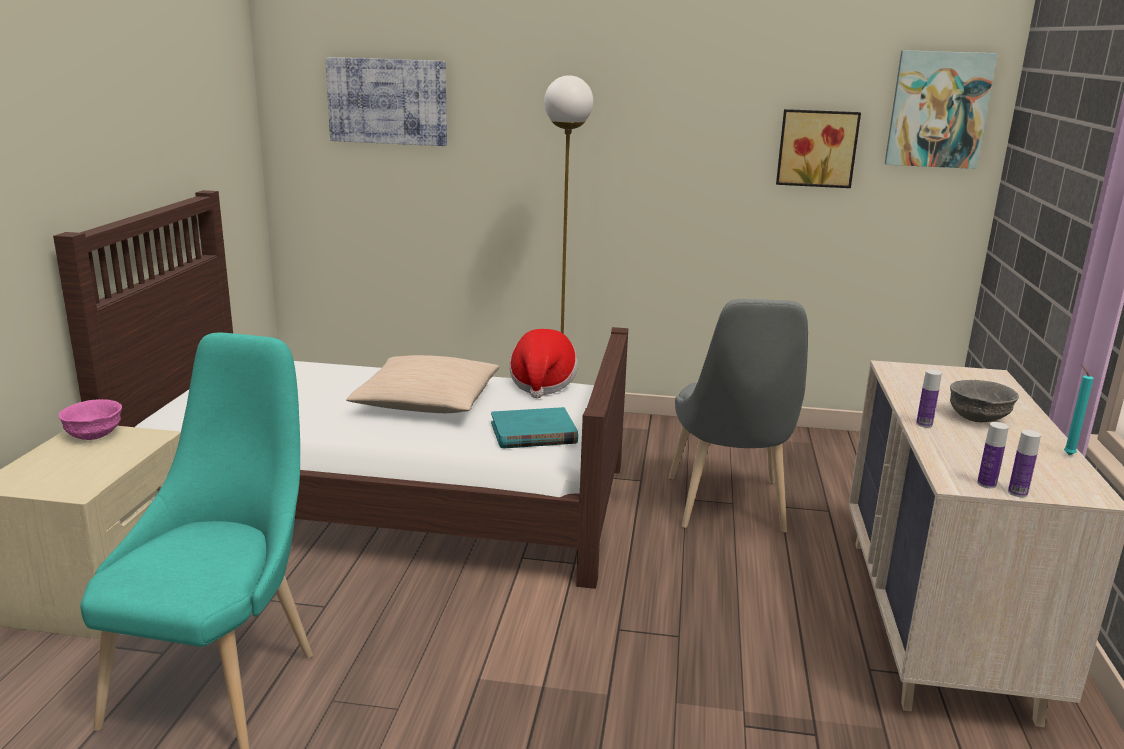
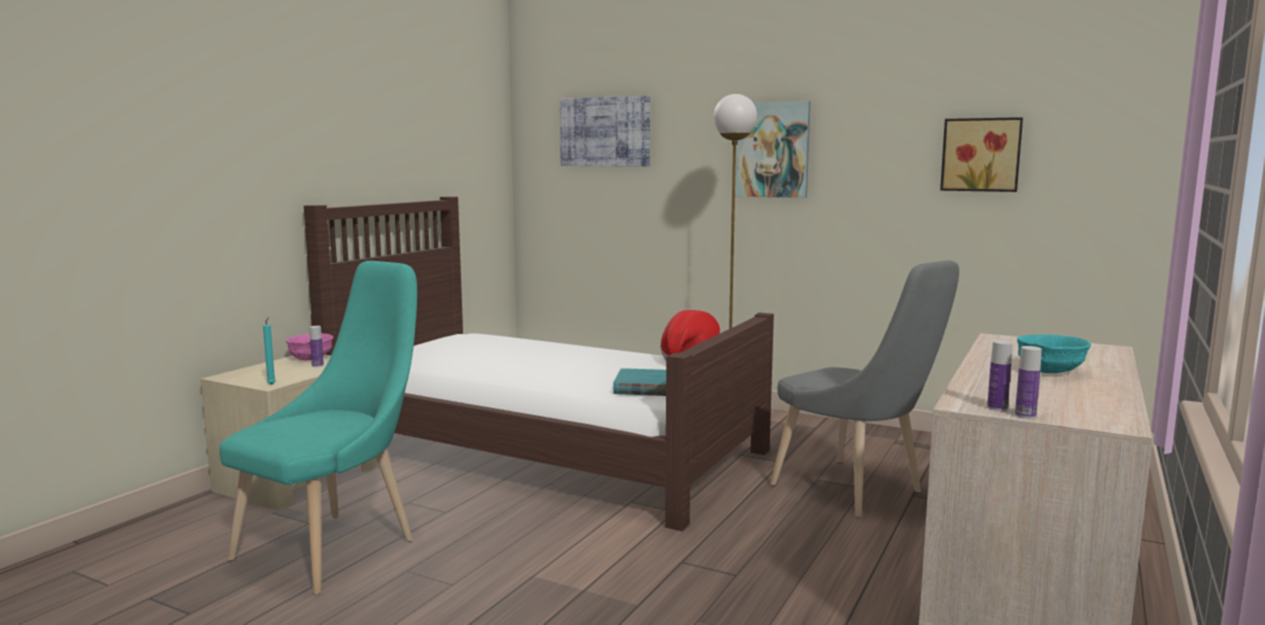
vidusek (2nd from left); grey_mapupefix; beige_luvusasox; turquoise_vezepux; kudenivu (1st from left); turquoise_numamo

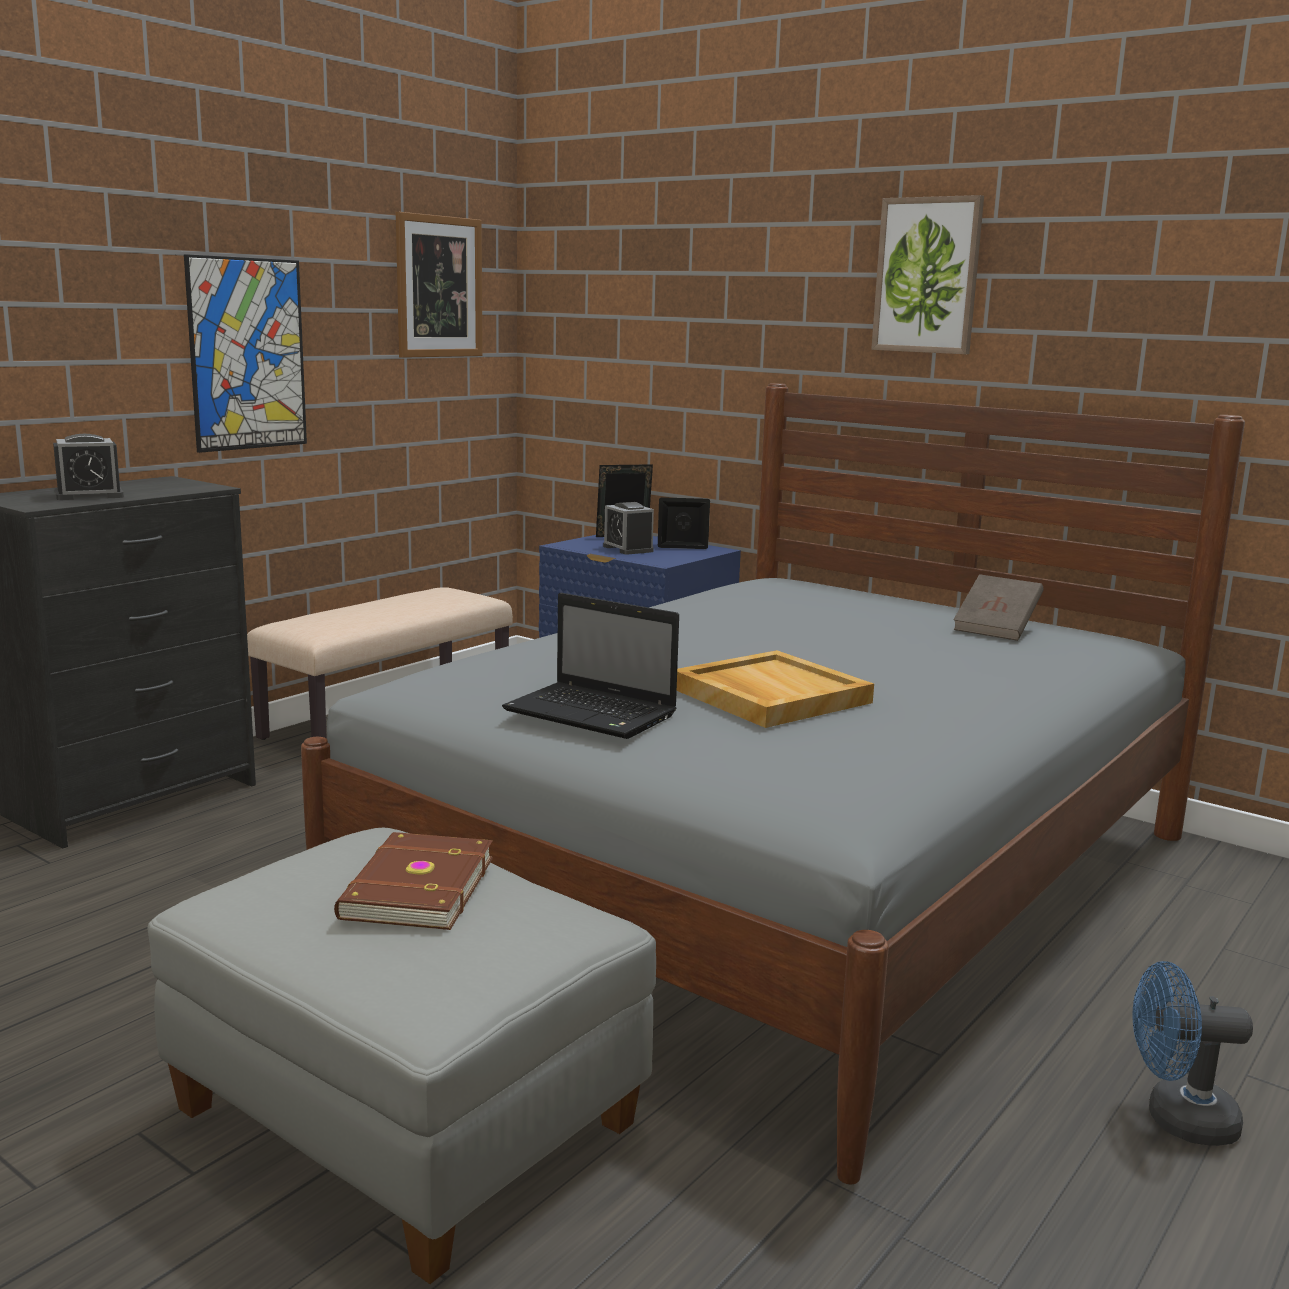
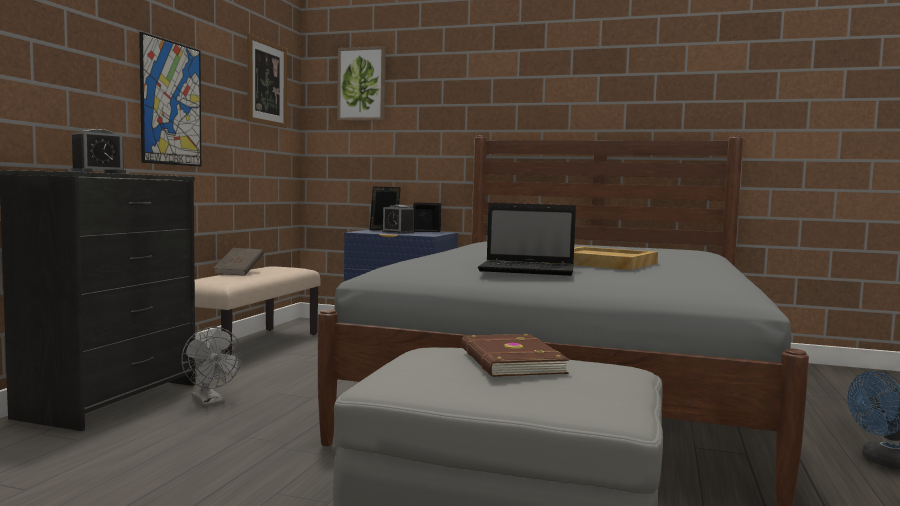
vidusek (3rd from left); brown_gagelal (1st from left); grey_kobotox

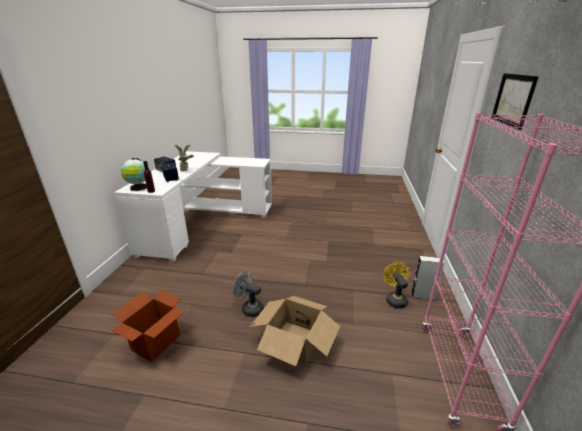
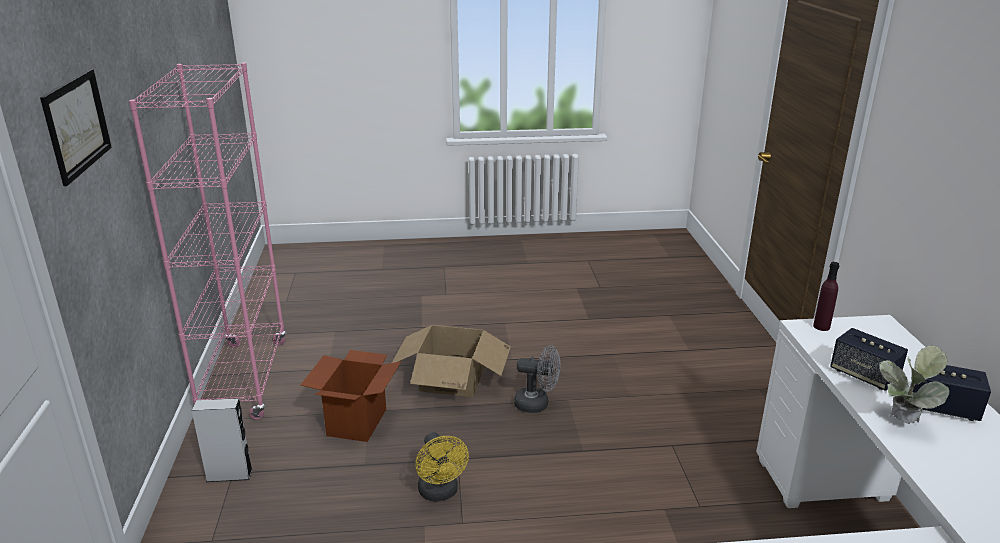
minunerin; yellow_kobotox; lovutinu (1st from left)

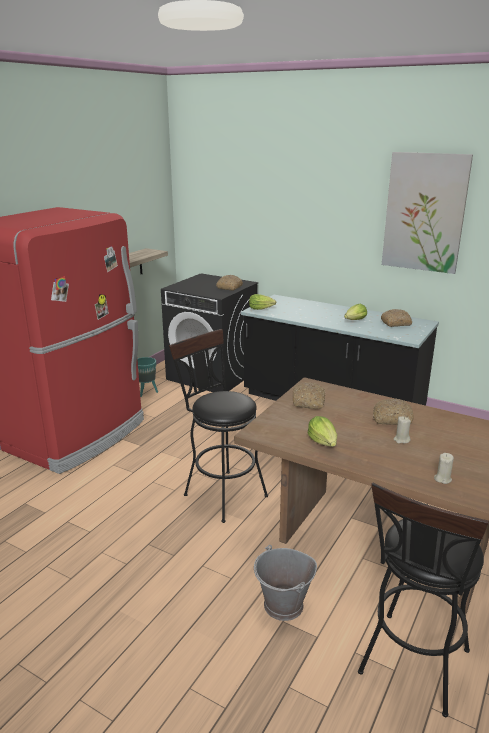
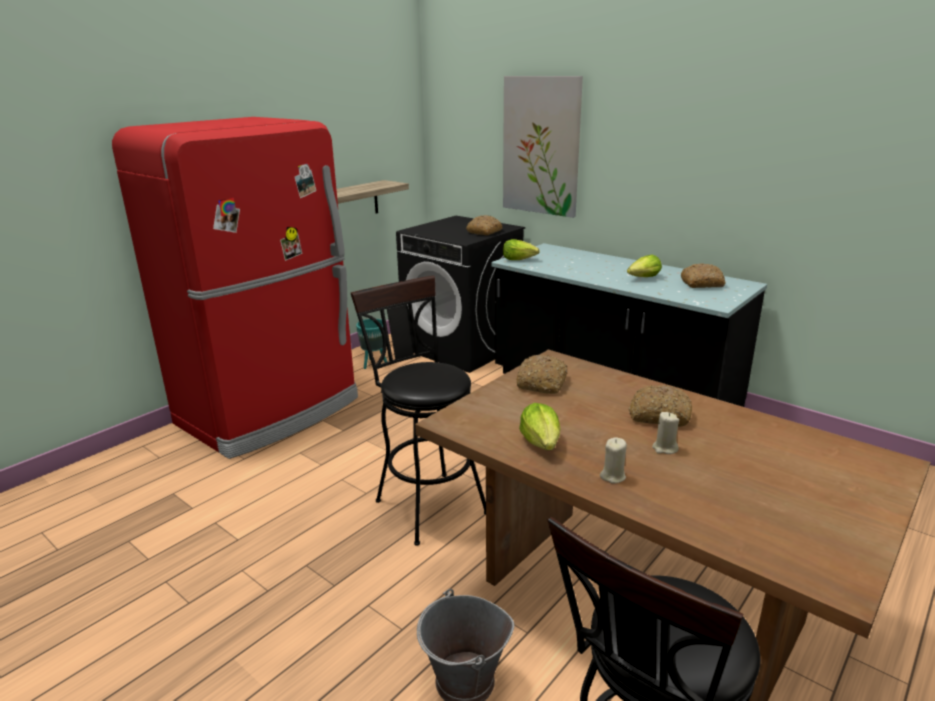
vidusek; beige_vezepux (1st from left)

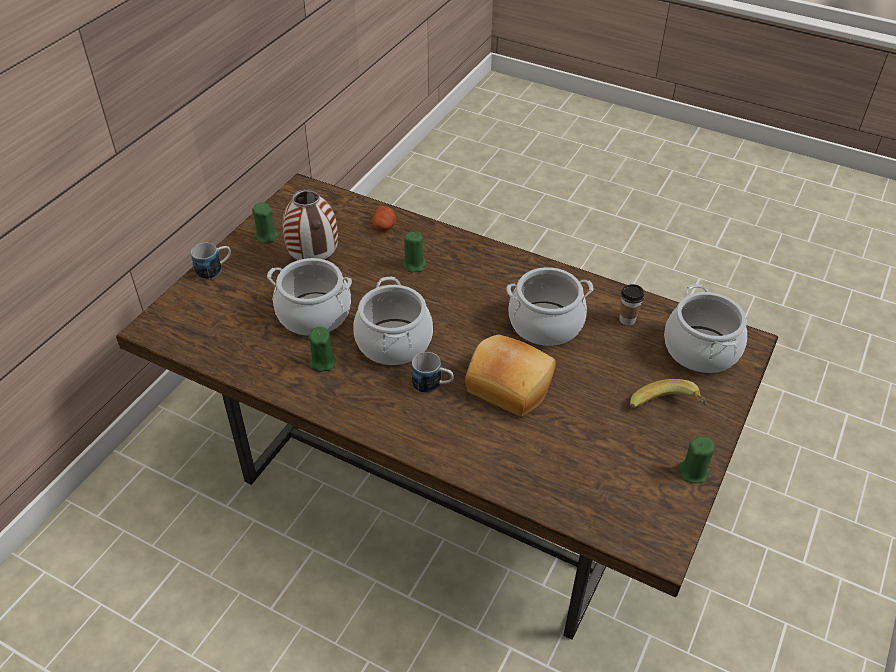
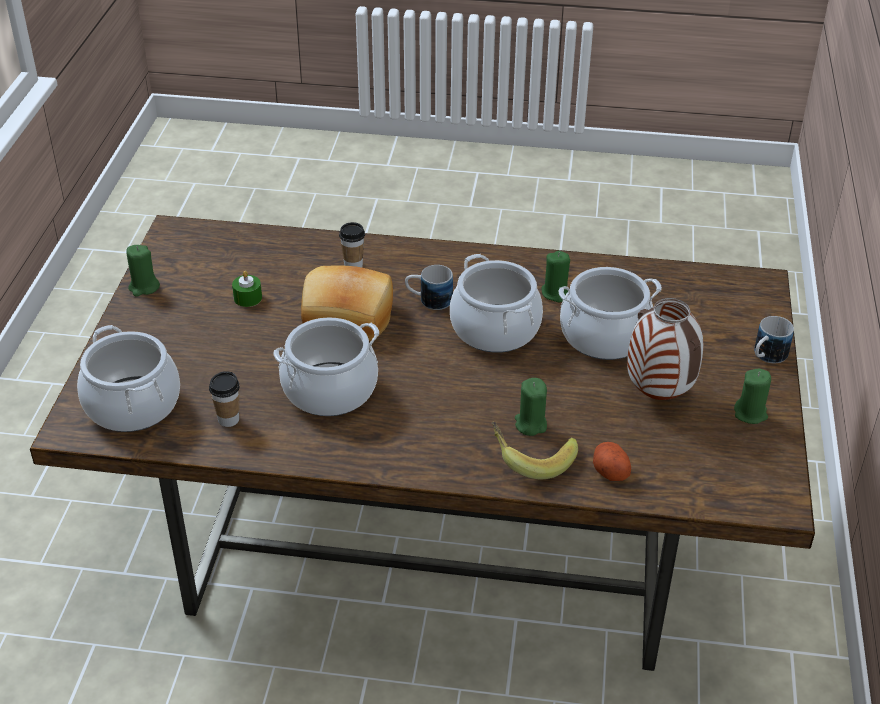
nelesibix; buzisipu (2nd from left); green_vezepux (2nd from left)

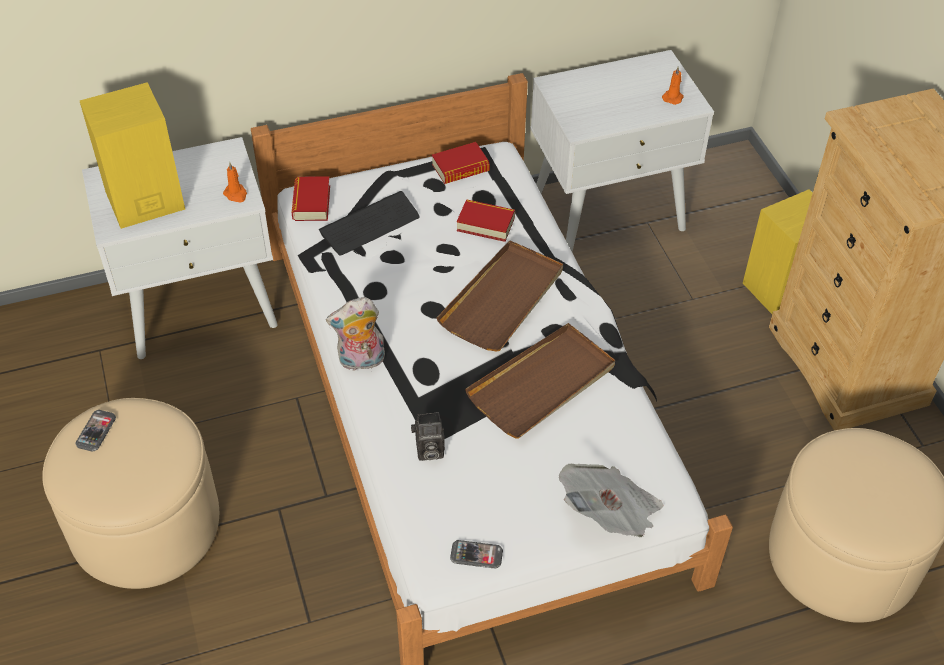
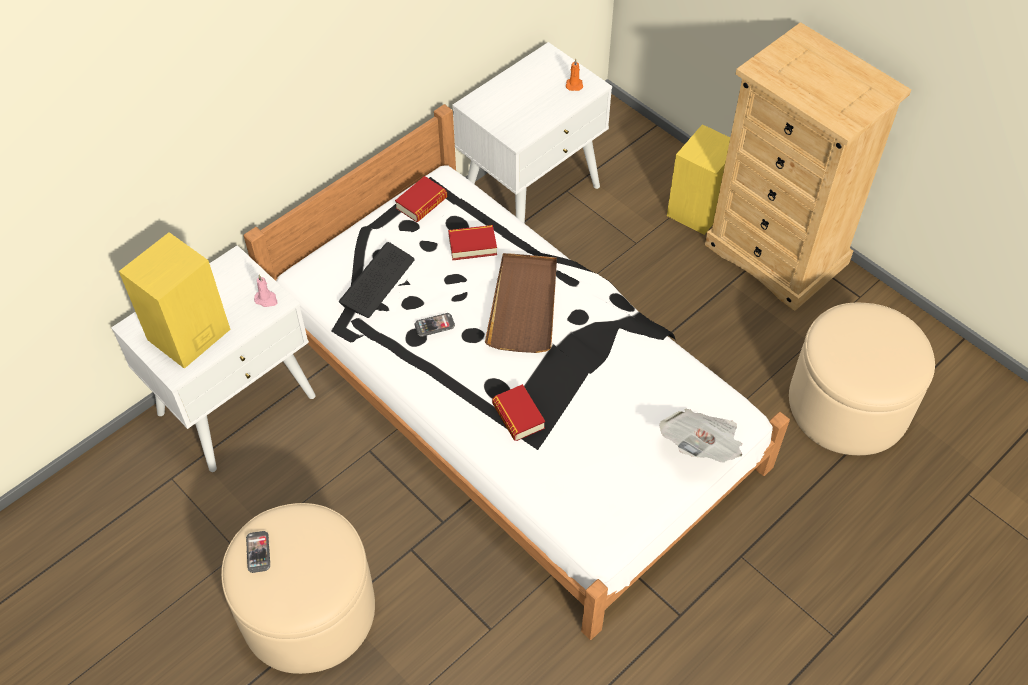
pink_vezepux; gagelal (3rd from left); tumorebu; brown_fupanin (2nd from left in the first image); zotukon; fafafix (2nd from left)

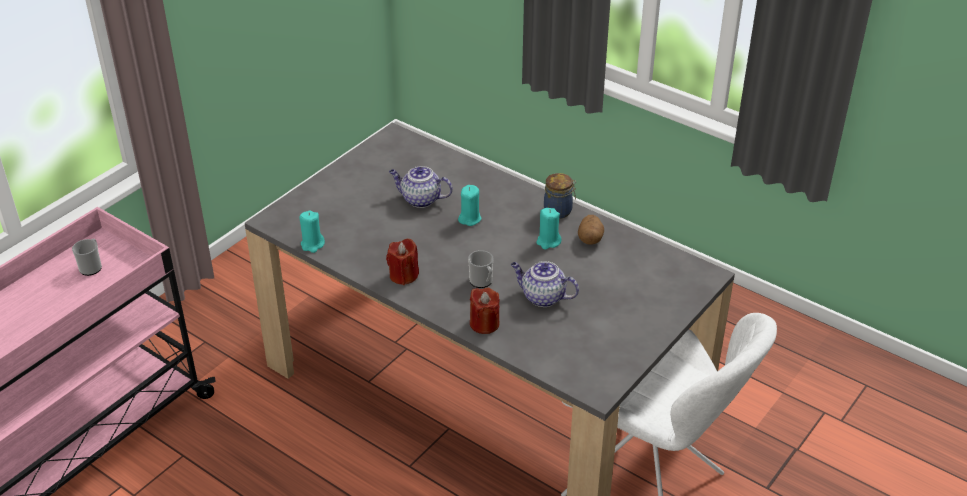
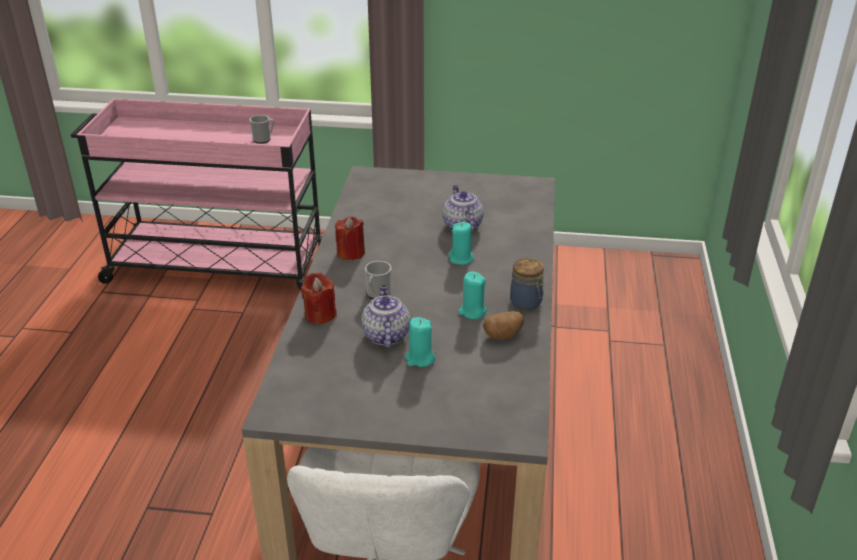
turquoise_vezepux (1st from left)

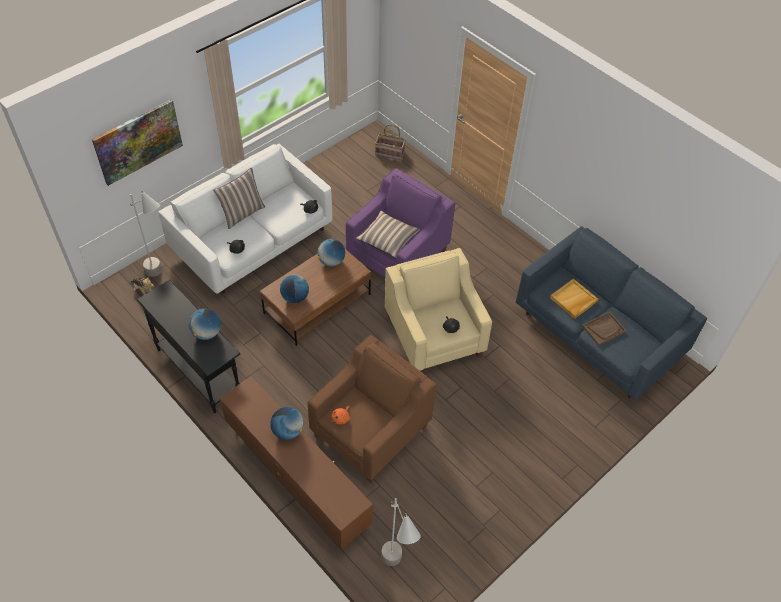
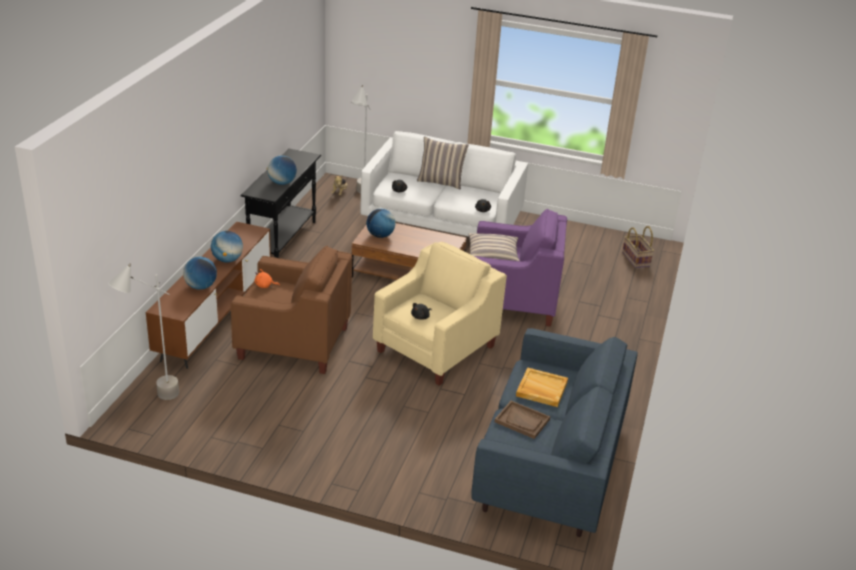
vidusek; minunerin (1st from left)

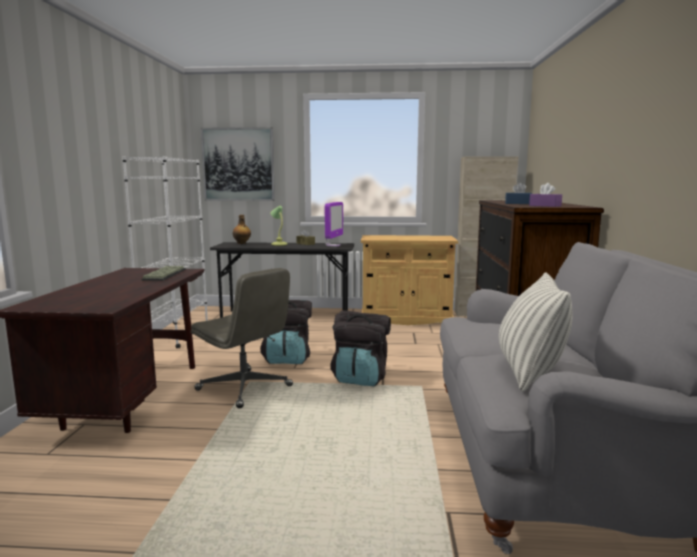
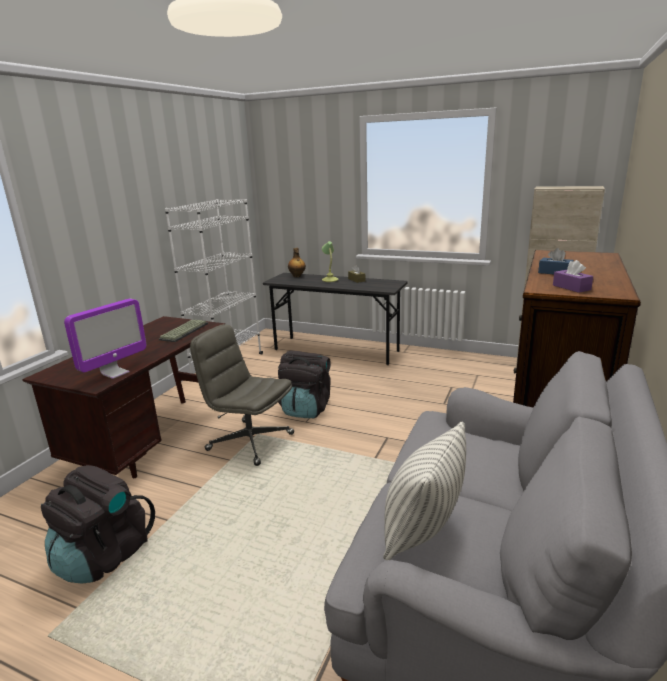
vidusek; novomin; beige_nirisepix (1st from left in the first image); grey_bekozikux; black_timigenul (1st from left)

